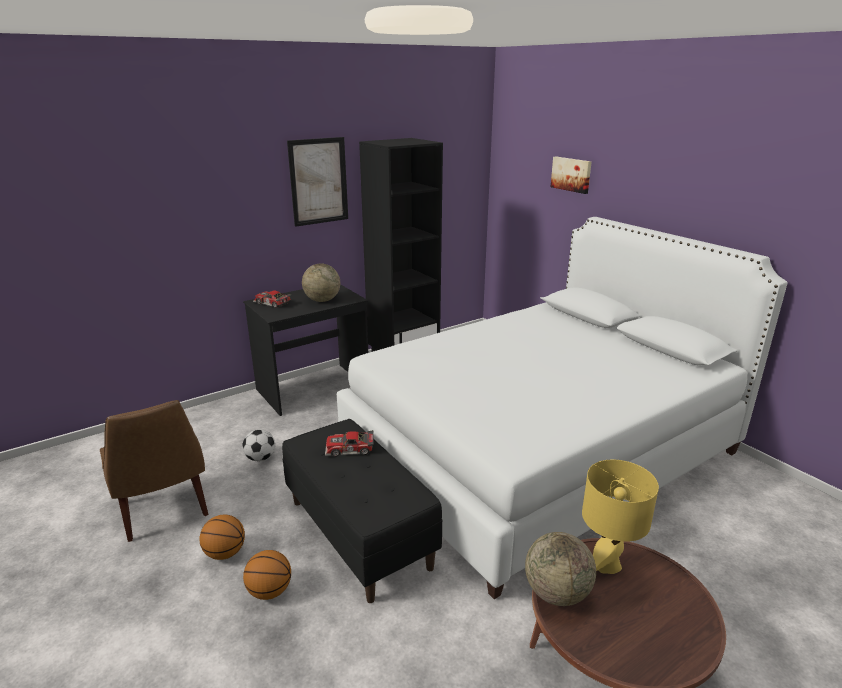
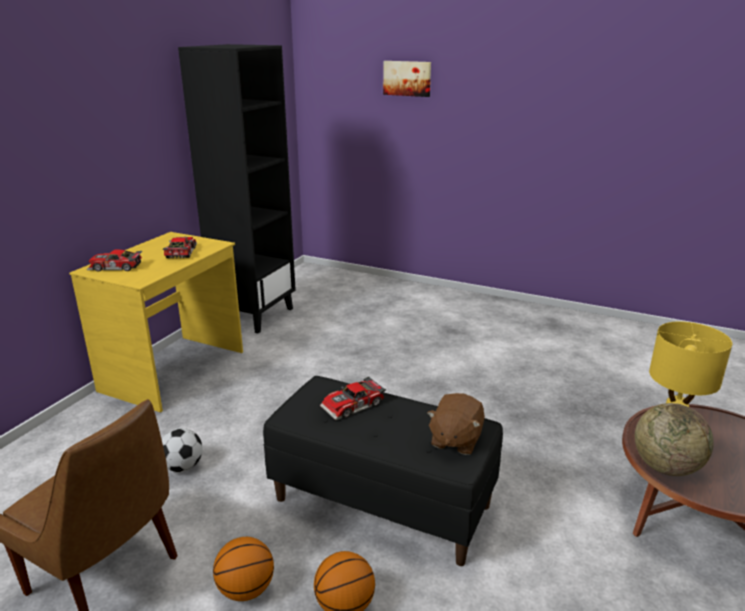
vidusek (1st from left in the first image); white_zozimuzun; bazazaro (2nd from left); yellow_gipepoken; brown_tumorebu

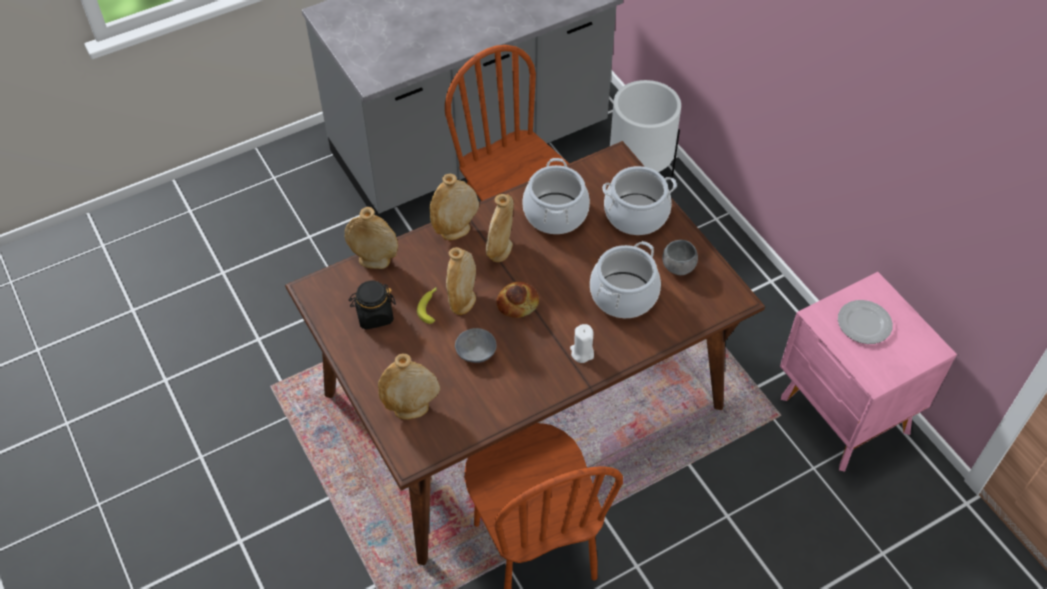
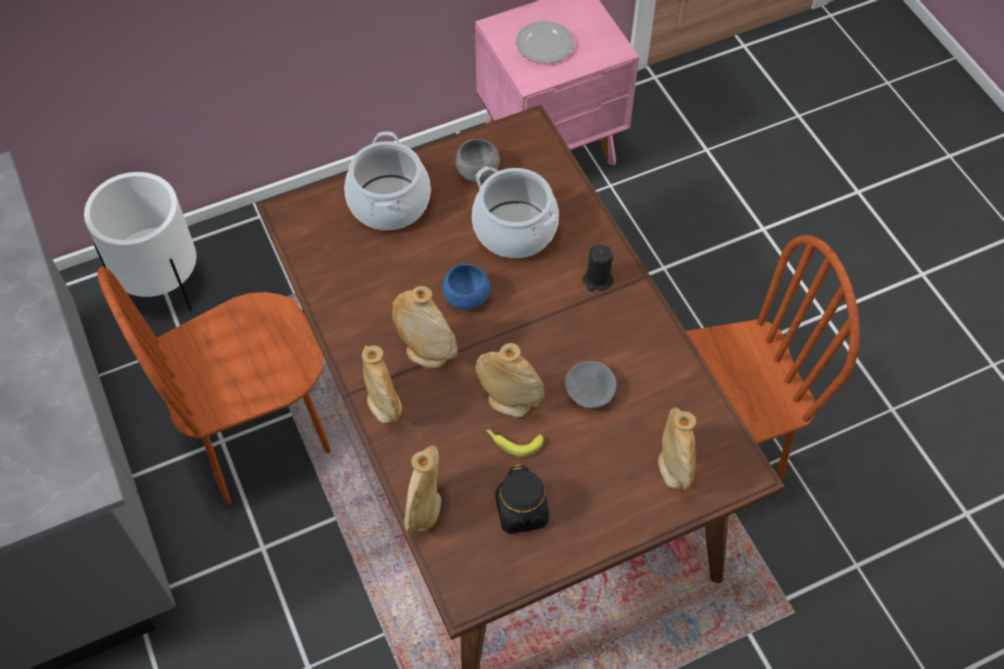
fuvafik (1st from left in the first image); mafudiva; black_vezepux; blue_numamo

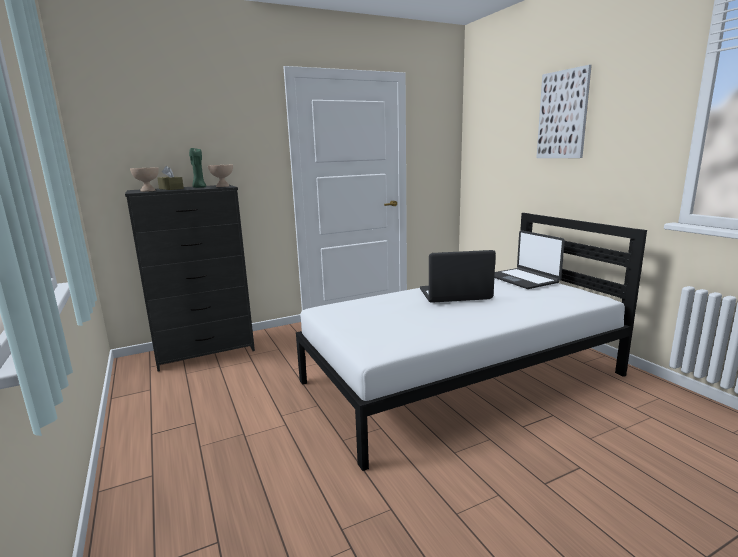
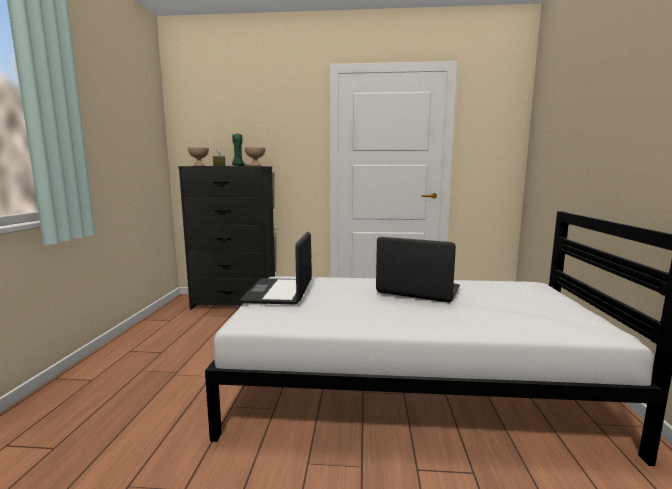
vidusek; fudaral (1st from left)

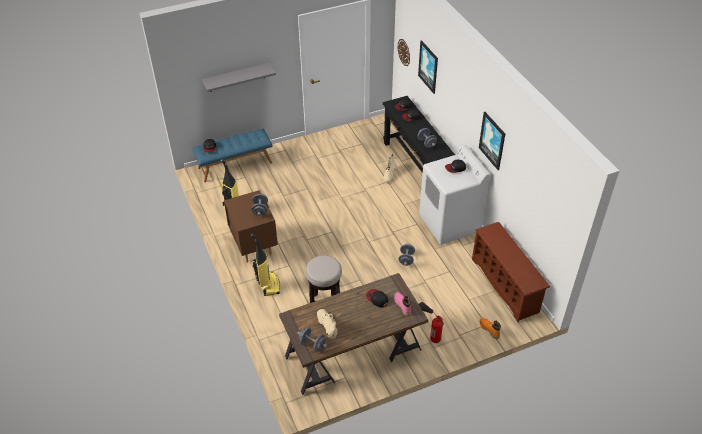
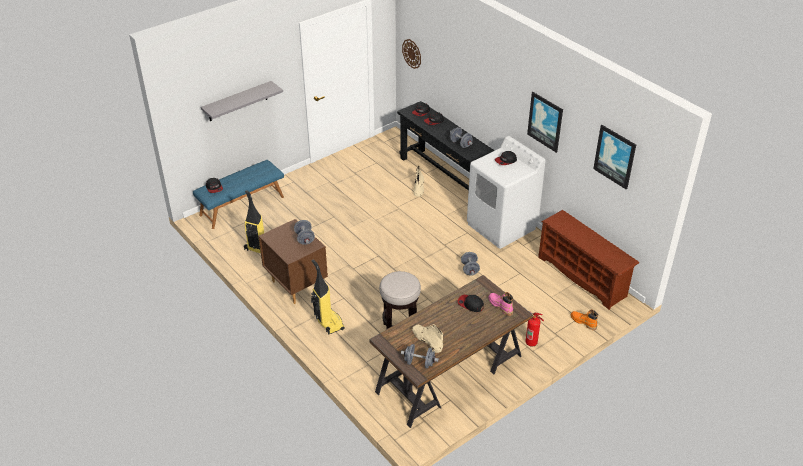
vidusek (2nd from left)

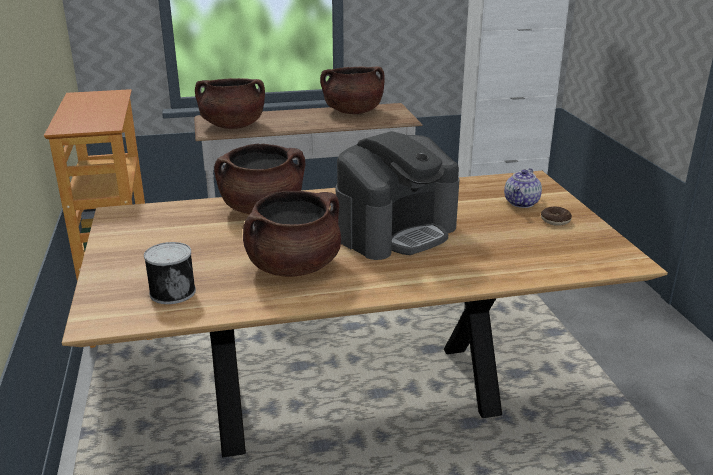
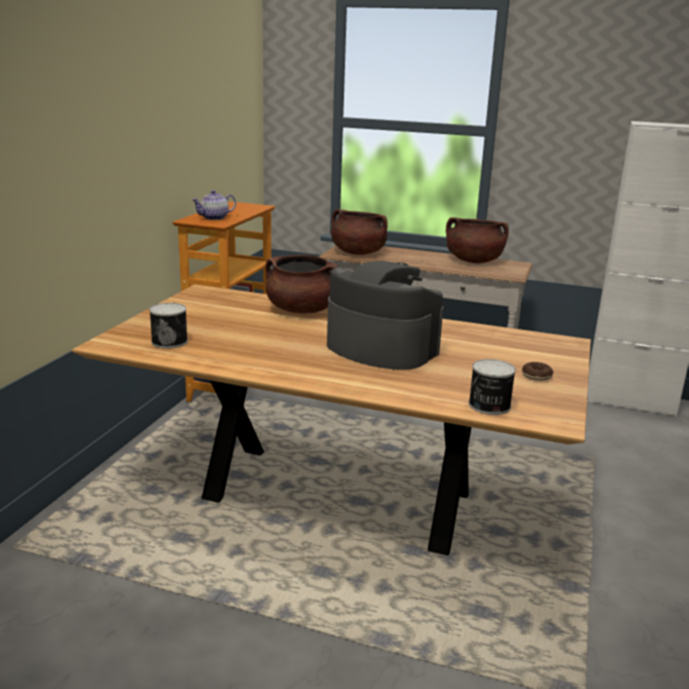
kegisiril; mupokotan; brown_fuvafik (3rd from left in the first image); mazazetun (2nd from left)

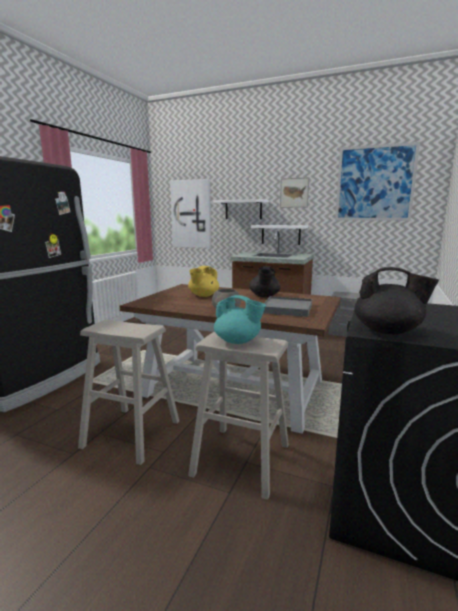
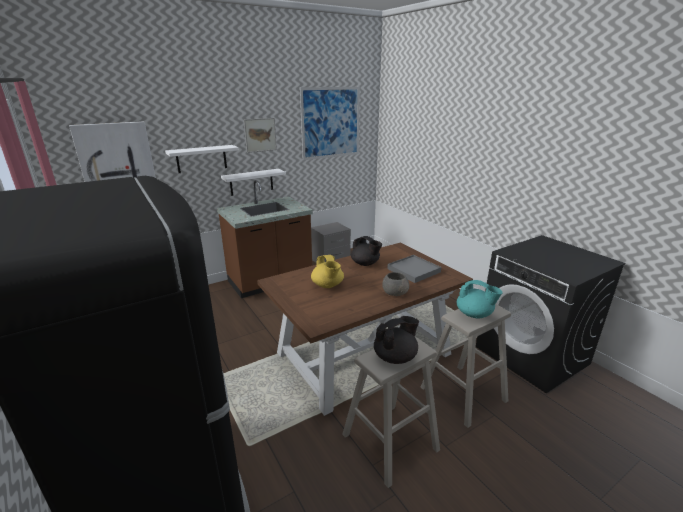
black_mupokotan (2nd from left); turquoise_mupokotan

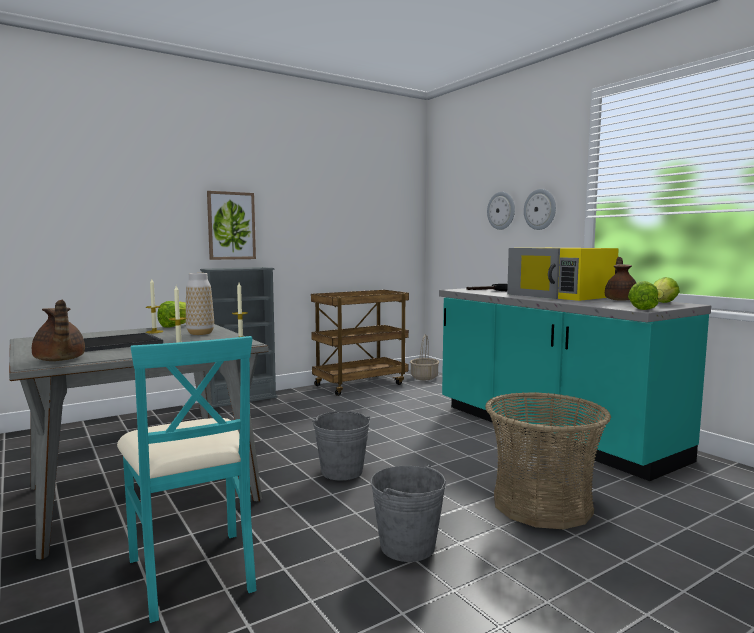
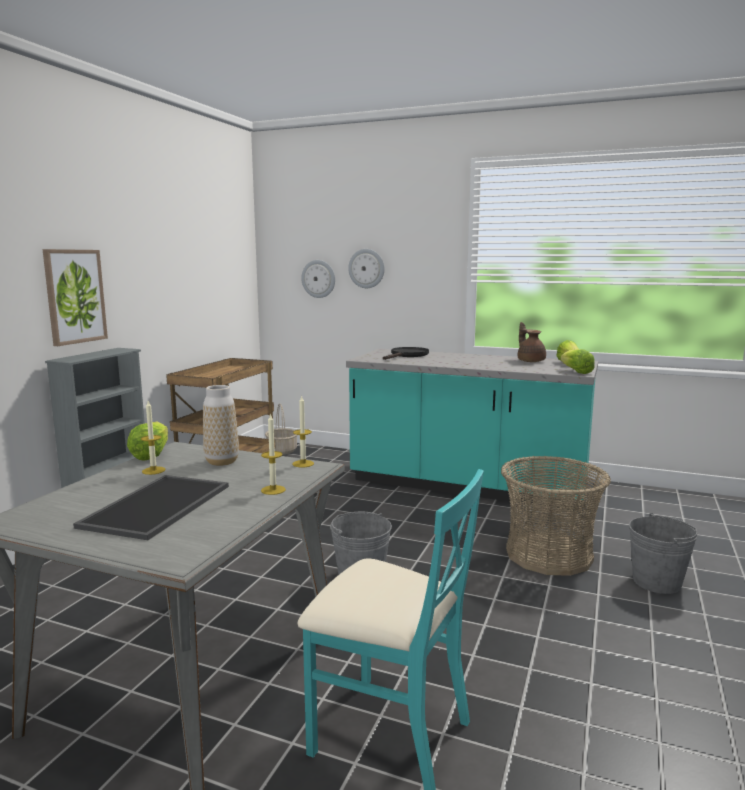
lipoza (1st from left); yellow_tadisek; brown_mupokotan (1st from left in the first image); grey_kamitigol (2nd from left)

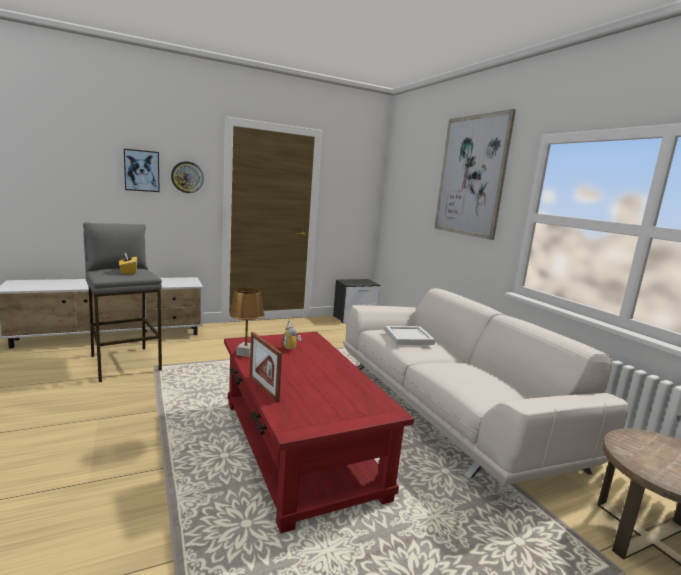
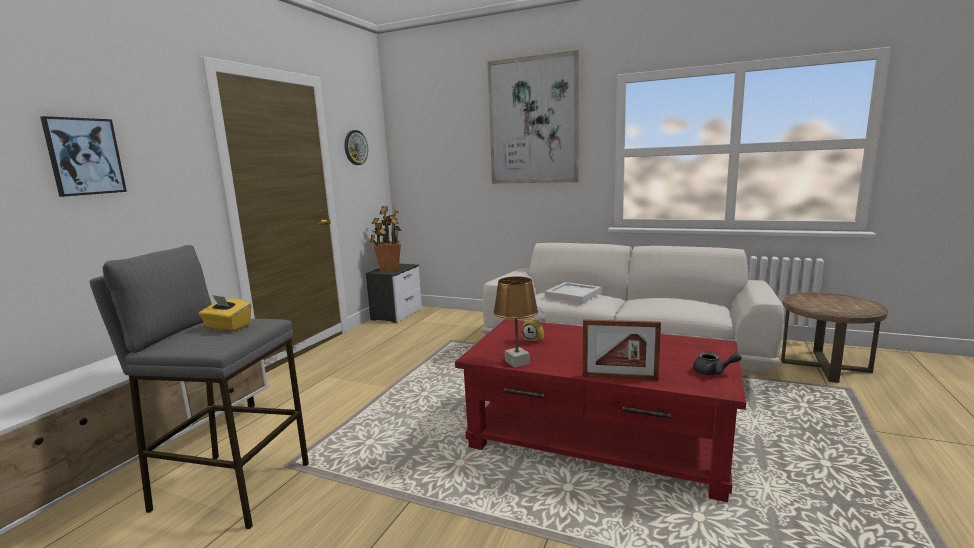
lipoza; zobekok; grey_mupokotan

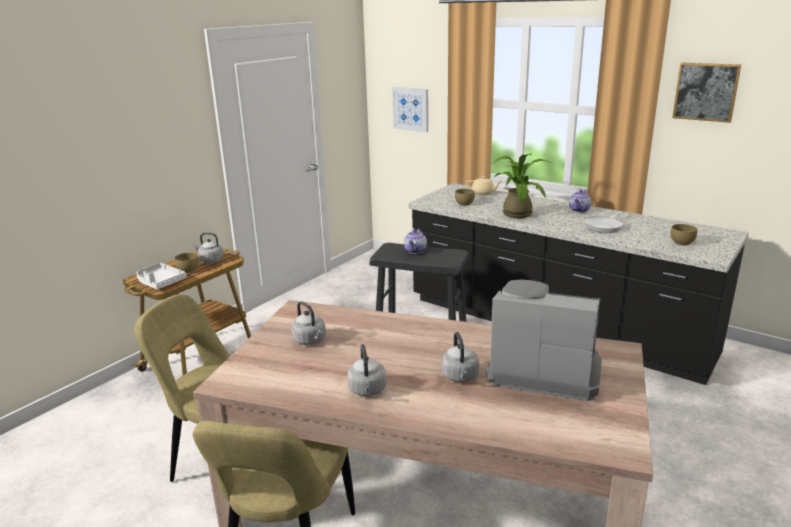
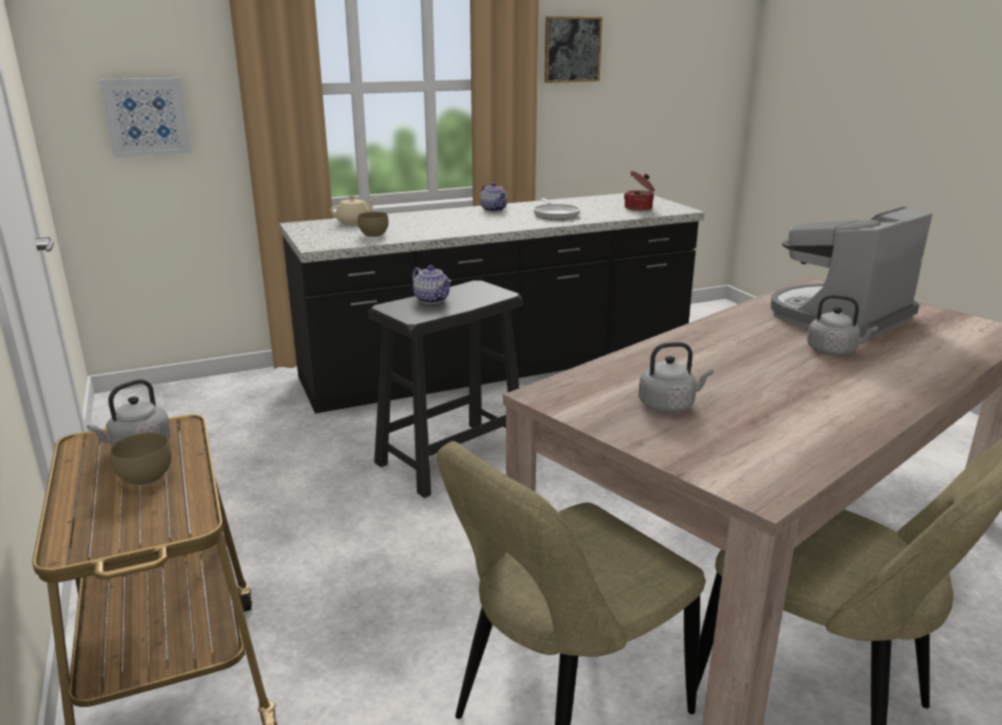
zobekok; fuvafik; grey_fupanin; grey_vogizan (3rd from left in the first image)

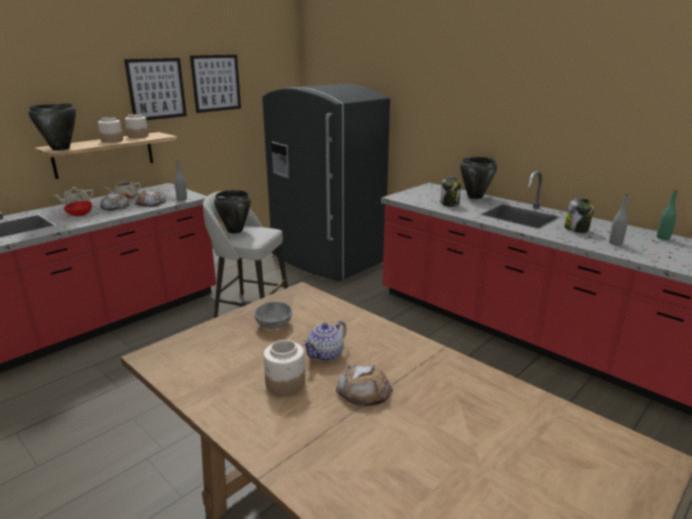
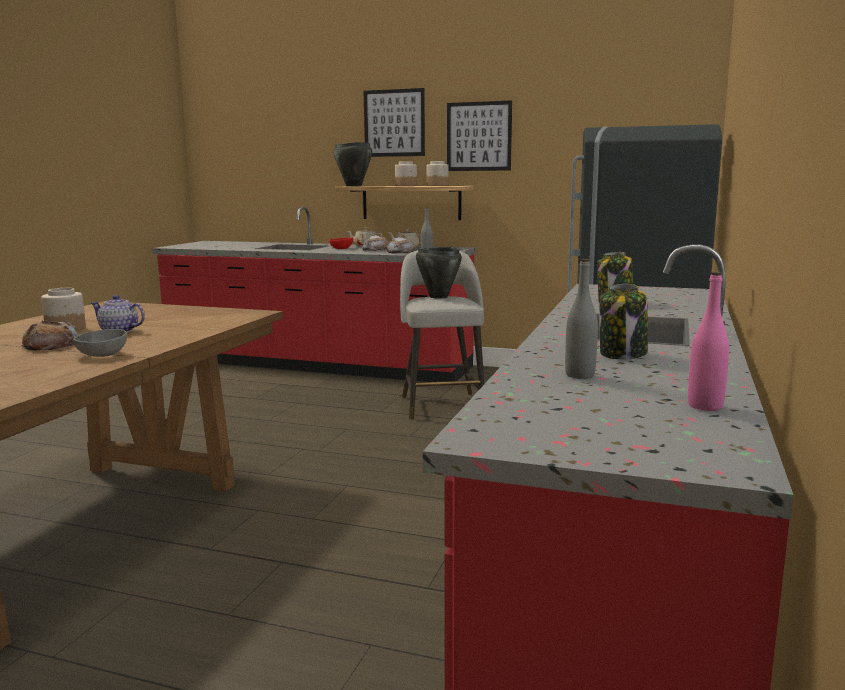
vidusek (1st from left); black_fuvafik (3rd from left in the first image); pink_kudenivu; grey_numamo

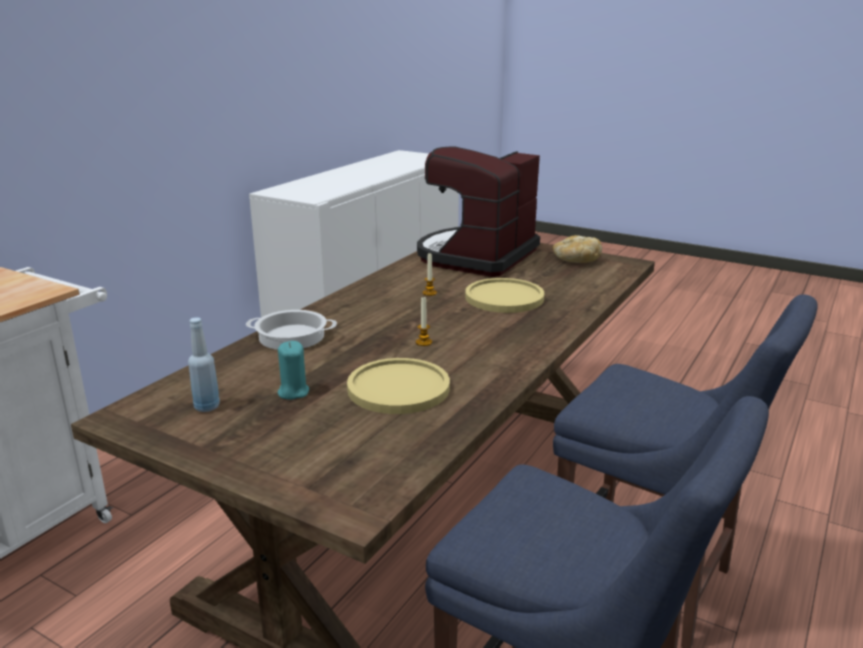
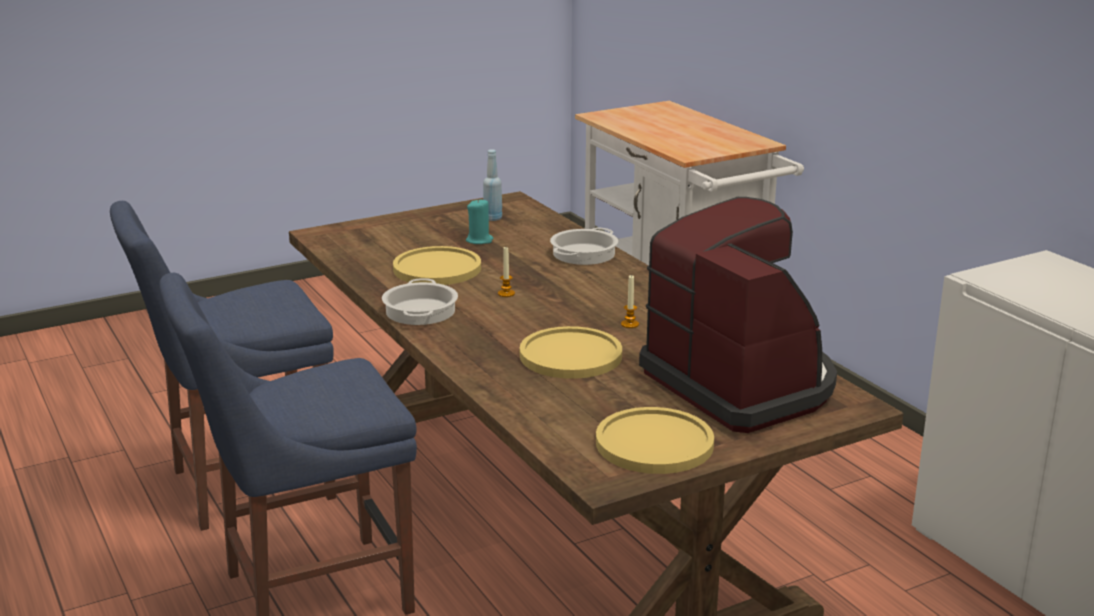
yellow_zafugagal (3rd from left); fuvafik (1st from left)

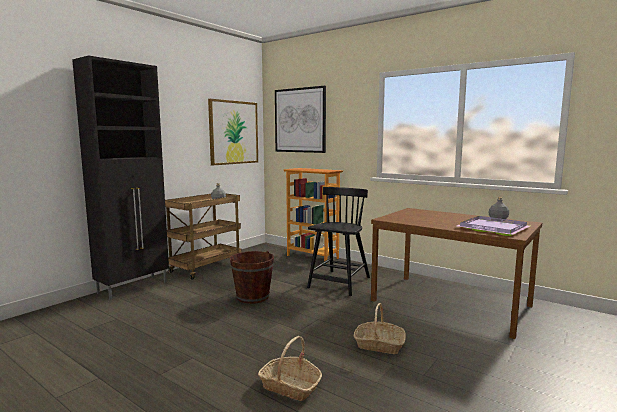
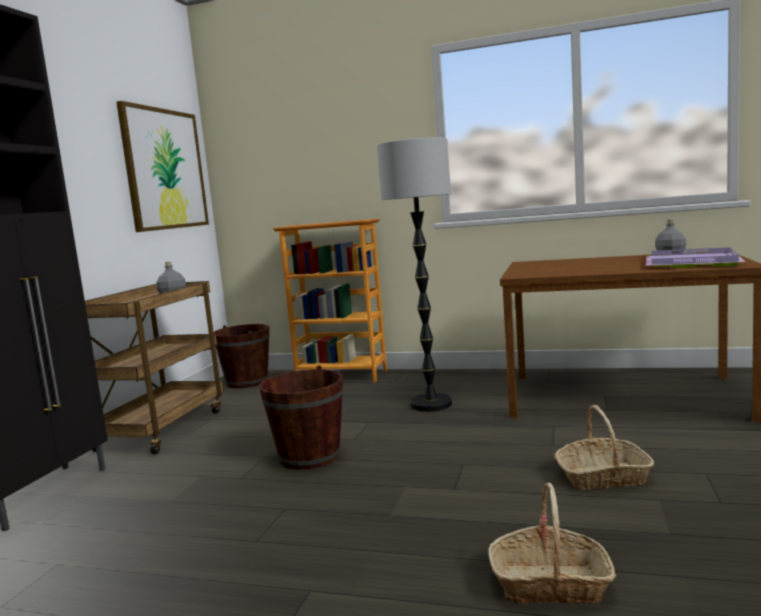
vidusek (2nd from left in the first image); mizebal; brown_kamitigol (1st from left)

